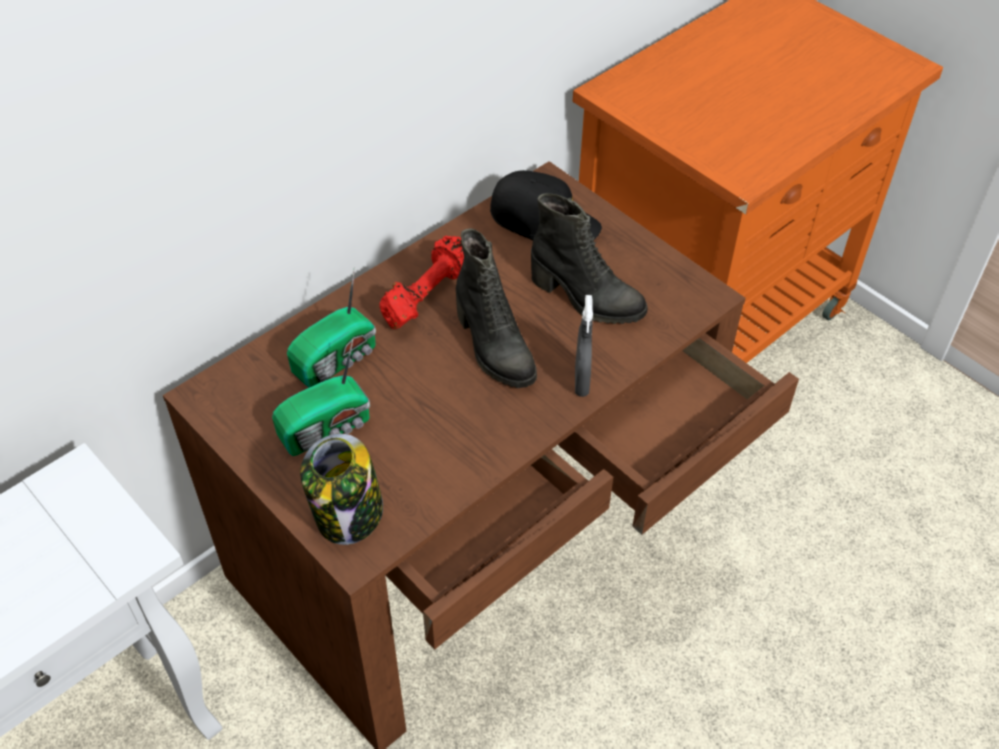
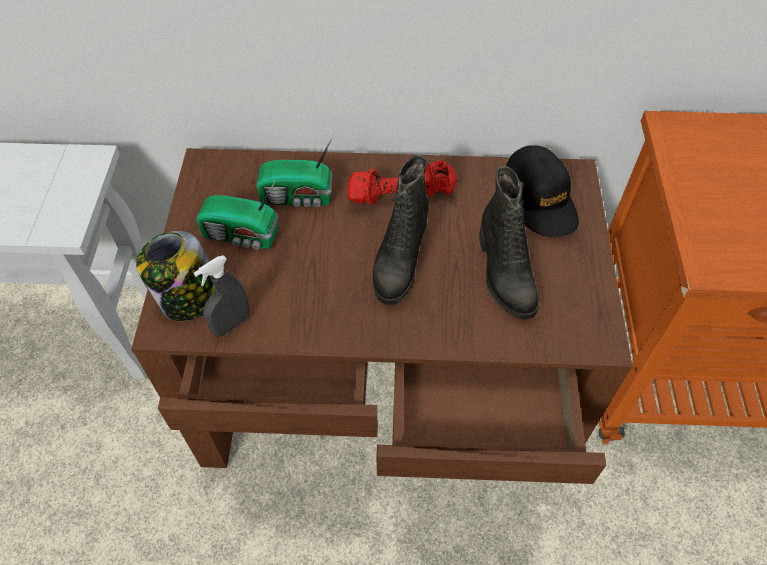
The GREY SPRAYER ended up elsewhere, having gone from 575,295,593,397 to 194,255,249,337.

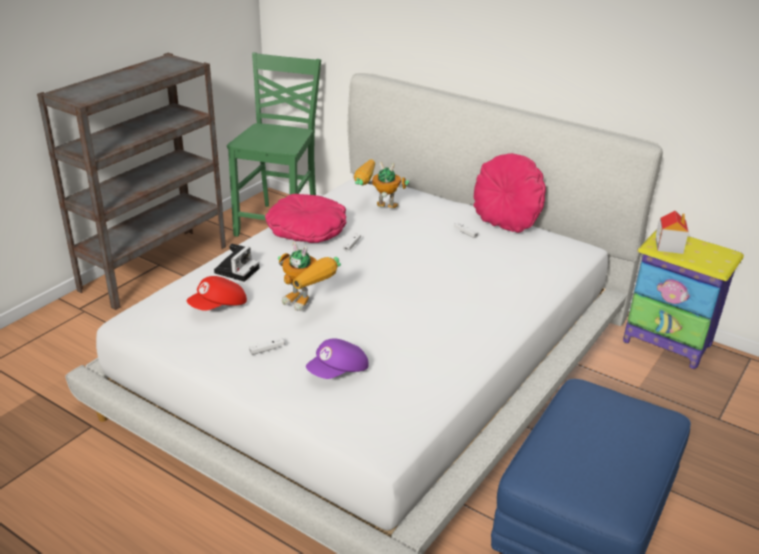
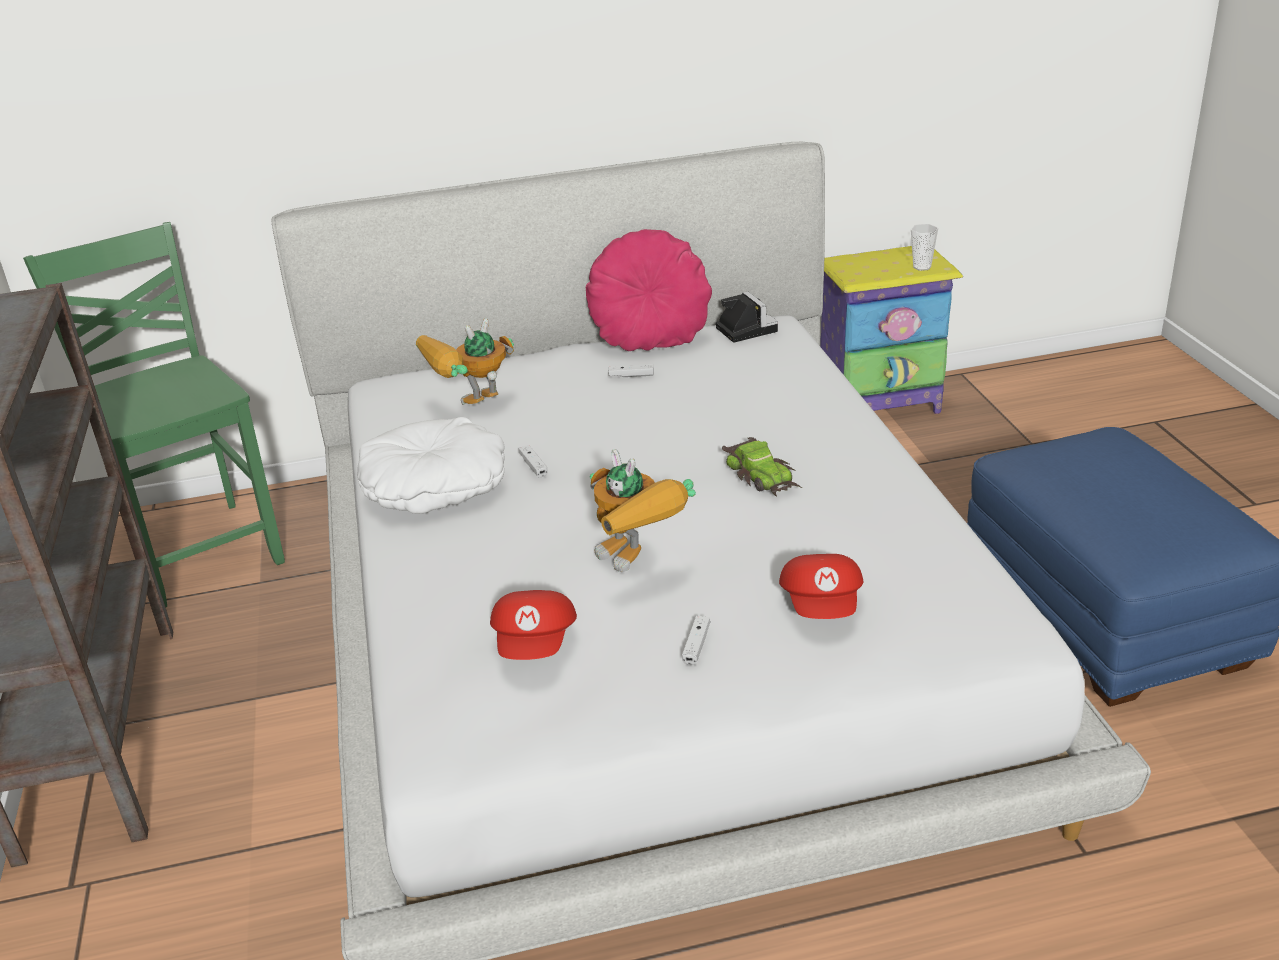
The second view lost the MINIATURE HOUSE at 656,211,689,254. The second view gained the MODEL CAR at 722,437,802,497. The second view gained the CUP at 911,224,938,271. The STILL CAMERA ended up elsewhere, having gone from 214,244,260,282 to 716,291,778,342. What was the PINK-COLOURED PILLOW at 265,194,346,243 turned into the WHITE-COLOURED PILLOW at 357,417,504,514. What was the PURPLE-COLOURED PEAKED CAP at 306,339,369,379 turned into the RED-COLOURED PEAKED CAP at 779,554,863,619. The TOY ROBOT at 278,242,341,311 ended up facing another way, 60 degrees clockwise from before.

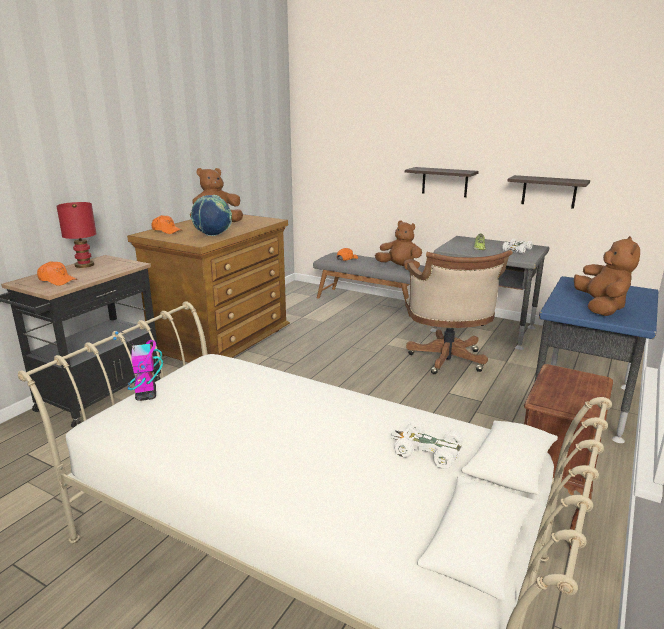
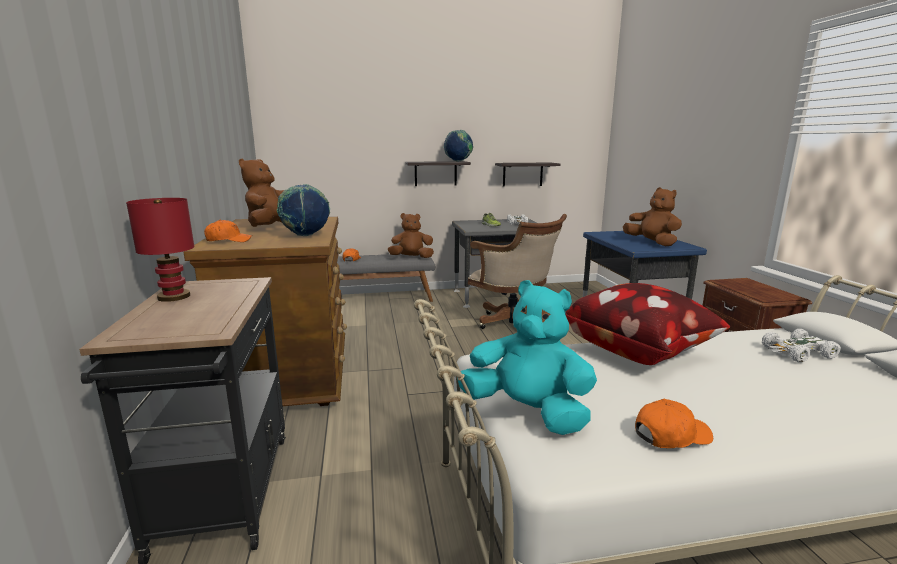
The second view gained the GLOBE at 443,130,473,162. The second view gained the PILLOW at 565,283,730,365. The ORANGE-COLOURED PEAKED CAP ended up elsewhere, having gone from 37,261,77,286 to 635,399,713,448. Where the TOY ROBOT stood at 113,331,163,401, the TURQUOISE-COLOURED CUDDLY TOY came to stand at 457,280,597,435.

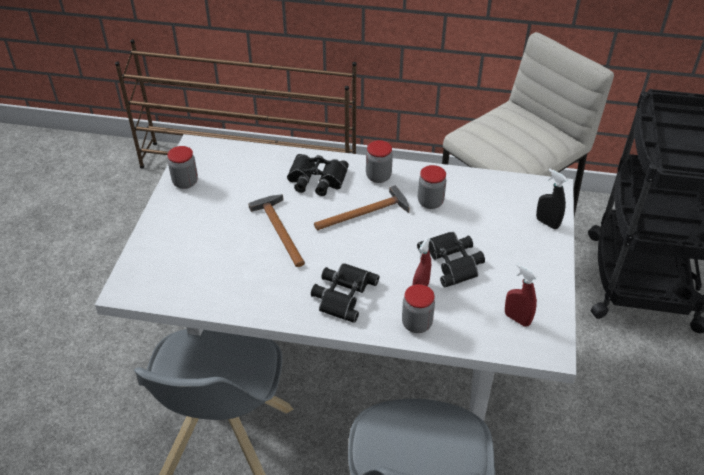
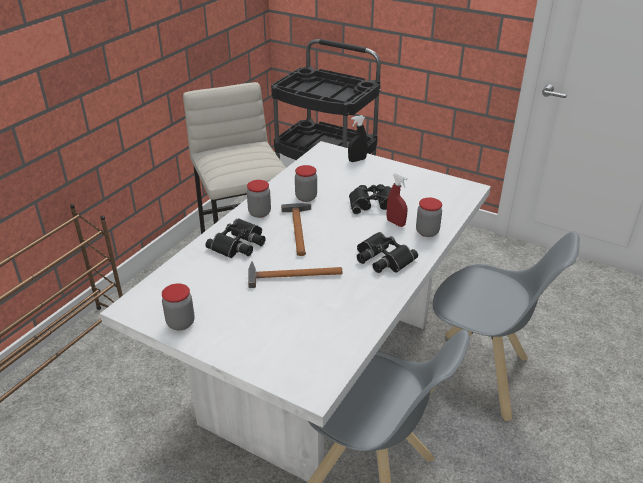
The second view lost the RED-COLOURED SPRAYER at 505,264,538,327.

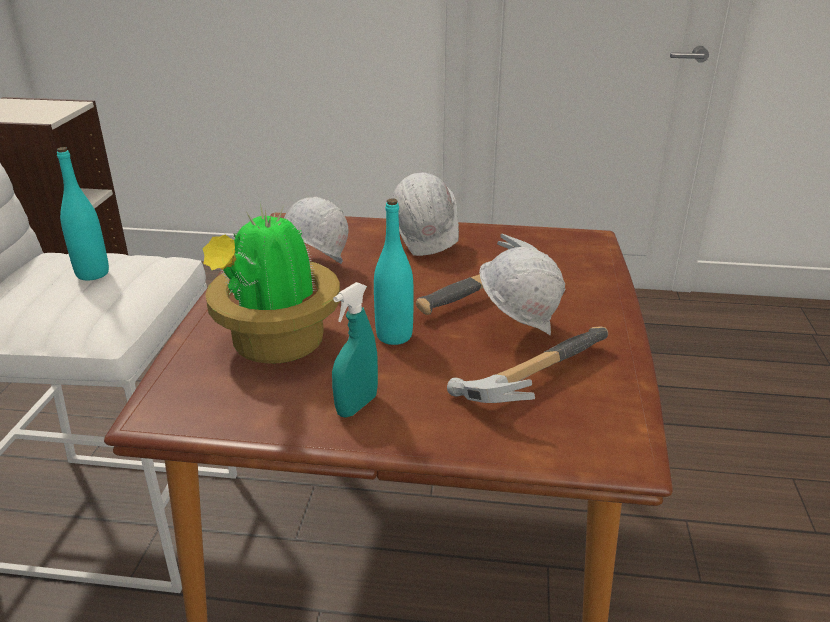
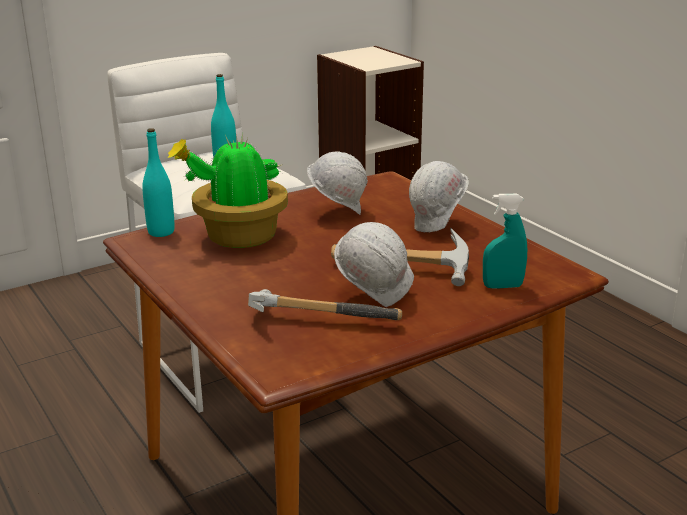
The TURQUOISE-COLOURED SPRAYER ended up elsewhere, having gone from 332,282,378,418 to 483,194,527,289. The TURQUOISE-COLOURED BEVERAGE BOTTLE ended up elsewhere, having gone from 374,198,414,345 to 142,128,175,237.

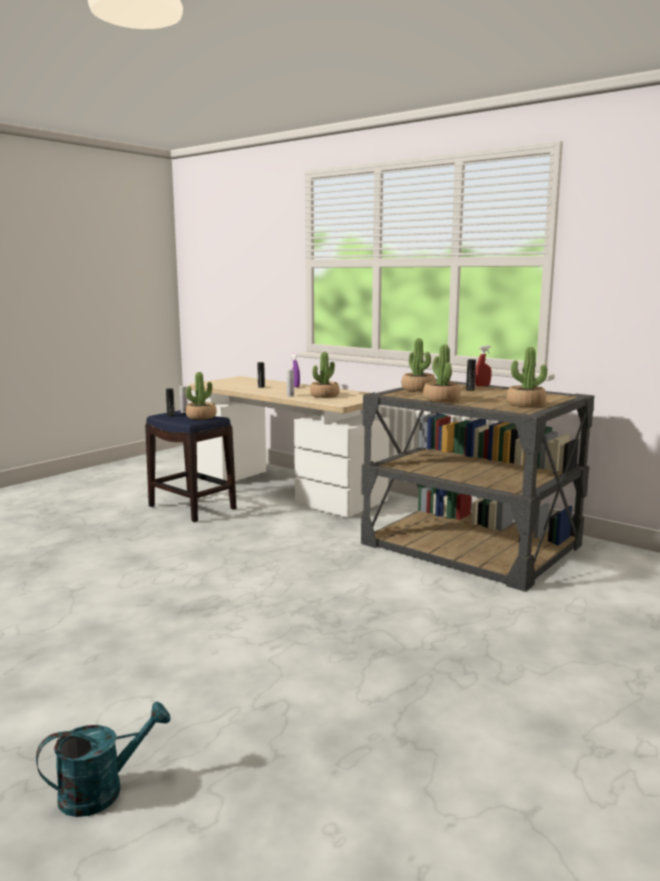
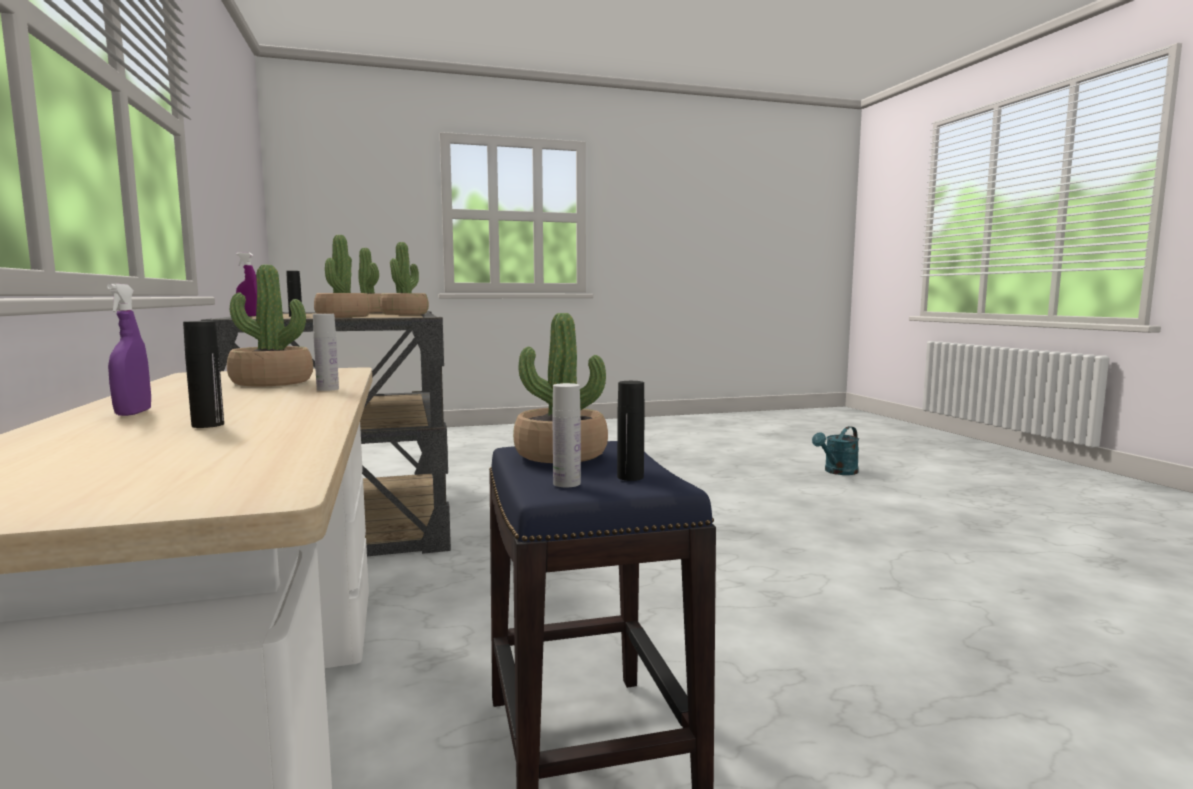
What was the RED-COLOURED SPRAYER at 475,345,492,386 turned into the PURPLE-COLOURED SPRAYER at 236,252,257,316. The TURQUOISE-COLOURED WATERING POT at 36,701,171,817 ended up facing another way, 45 degrees counterclockwise from before.

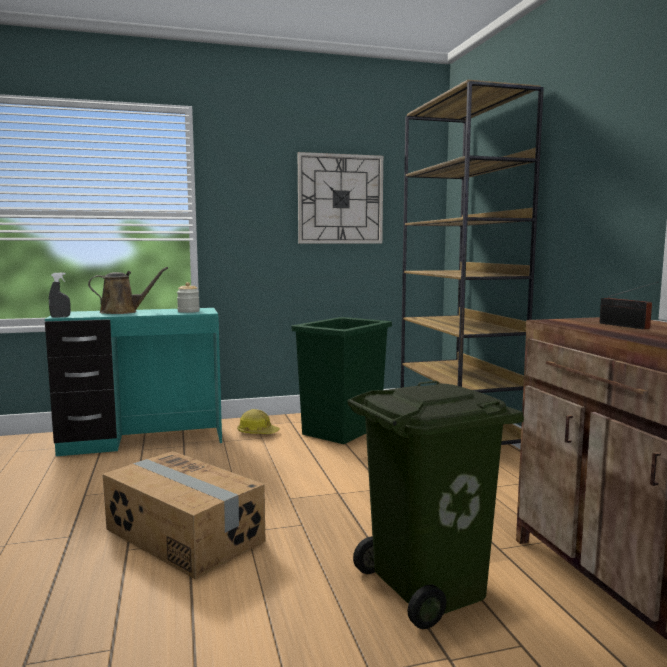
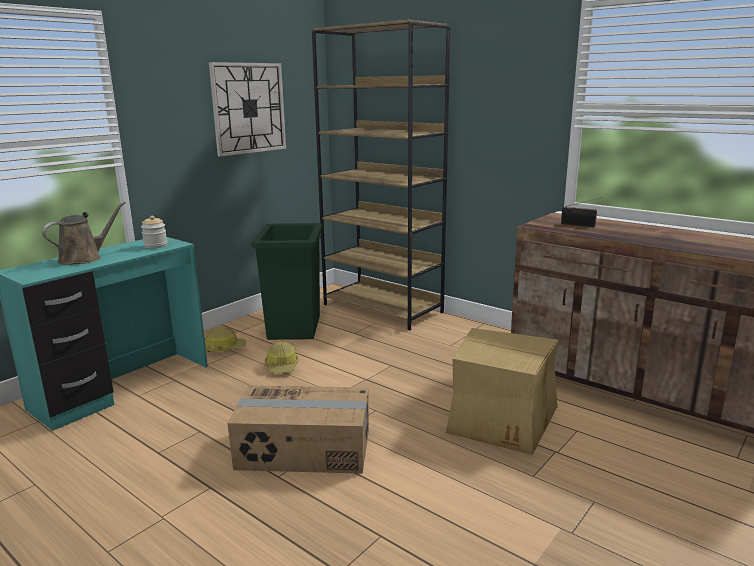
The second view lost the GREY SPRAYER at 49,273,71,318. The second view gained the HARD HAT at 265,342,298,373. Where the GREEN WASTE BIN stood at 347,381,524,629, the PACKING BOX came to stand at 446,328,559,455.

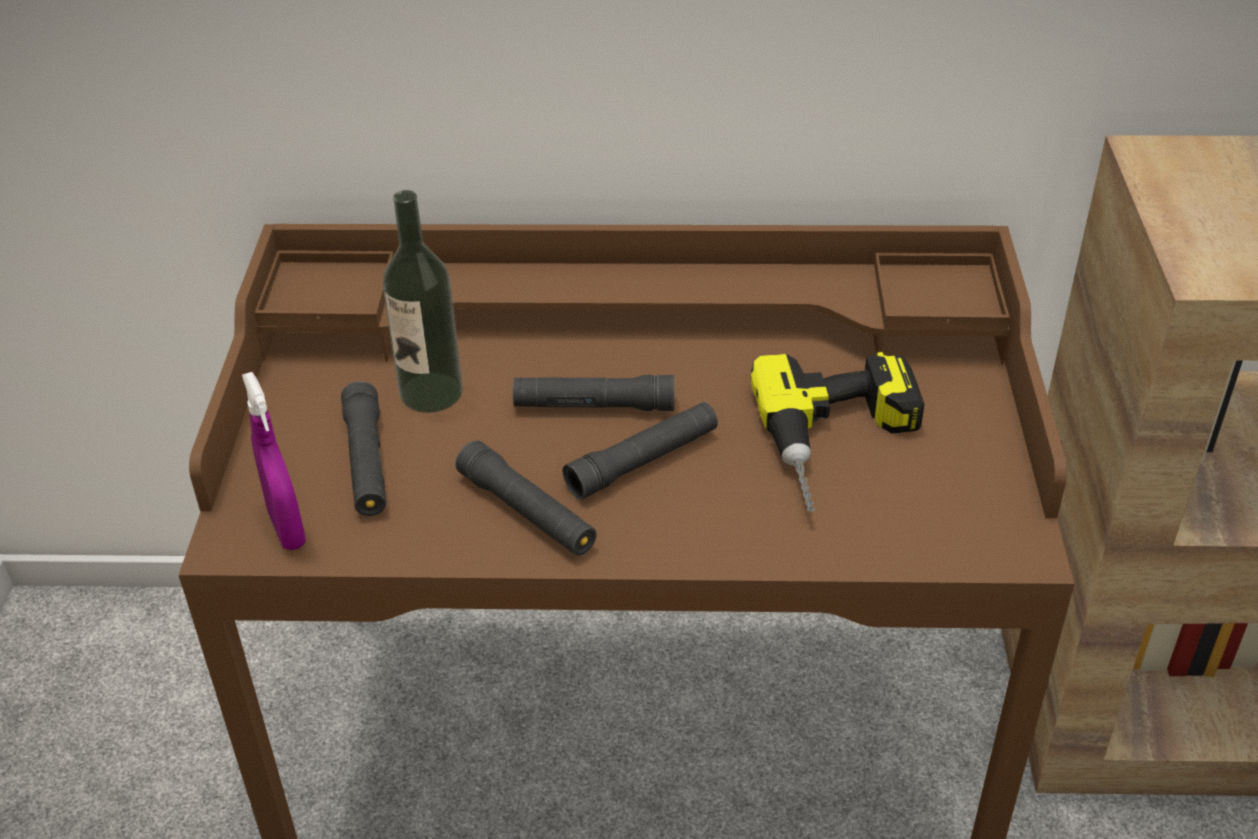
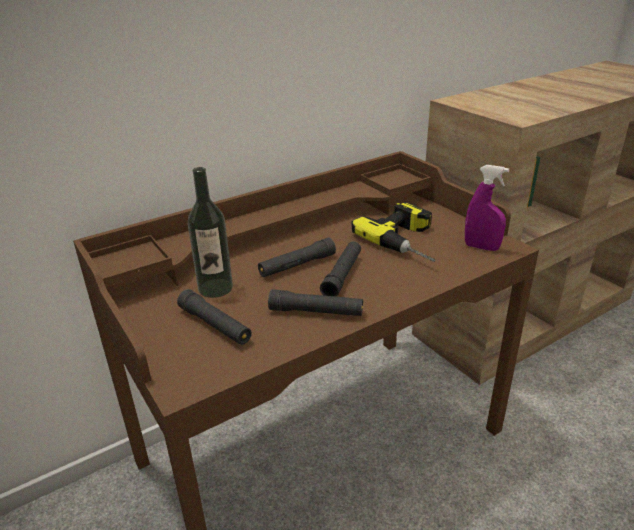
The PURPLE-COLOURED SPRAYER ended up elsewhere, having gone from 242,372,306,550 to 465,165,509,251.

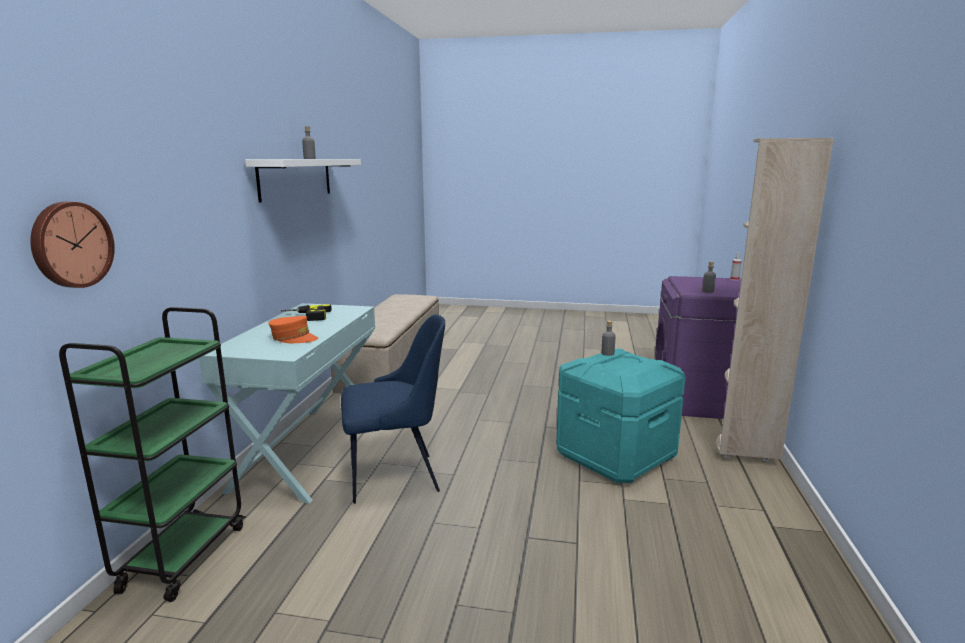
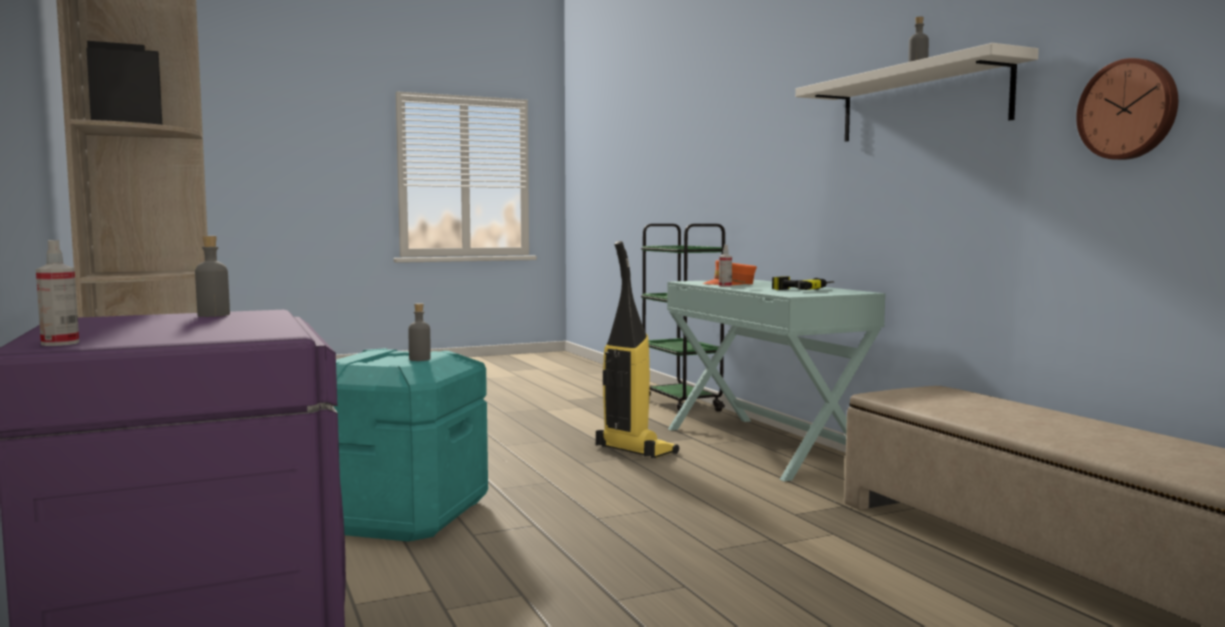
The second view gained the SPRAYER at 719,245,732,287. The HANGING CLOCK ended up elsewhere, having gone from 30,202,115,288 to 1076,58,1178,160. Where the BLUISH UPRIGHT CHAIR stood at 341,315,445,504, the HOOVER came to stand at 596,241,679,458.

